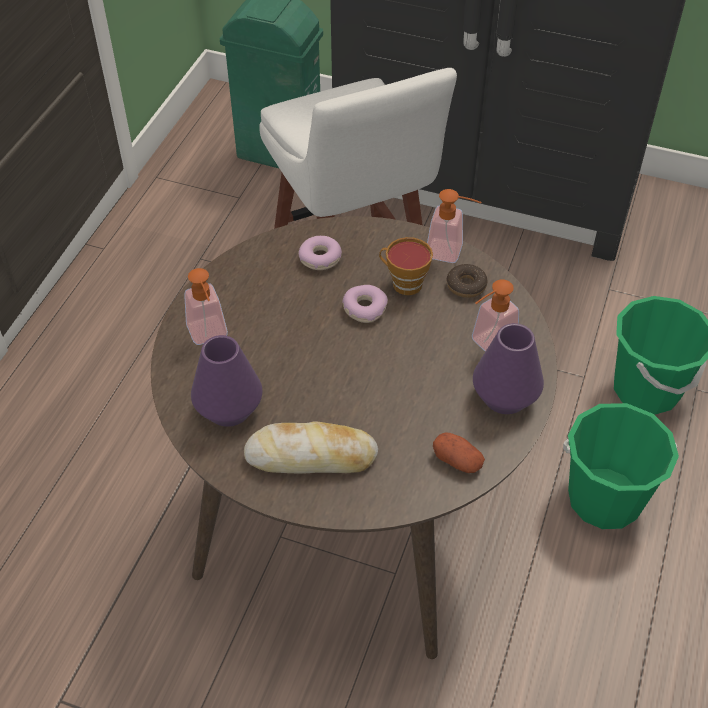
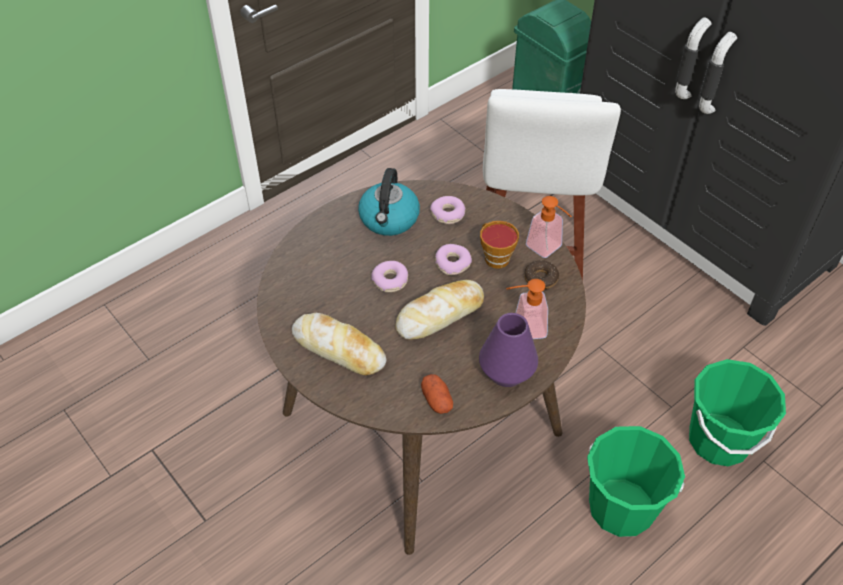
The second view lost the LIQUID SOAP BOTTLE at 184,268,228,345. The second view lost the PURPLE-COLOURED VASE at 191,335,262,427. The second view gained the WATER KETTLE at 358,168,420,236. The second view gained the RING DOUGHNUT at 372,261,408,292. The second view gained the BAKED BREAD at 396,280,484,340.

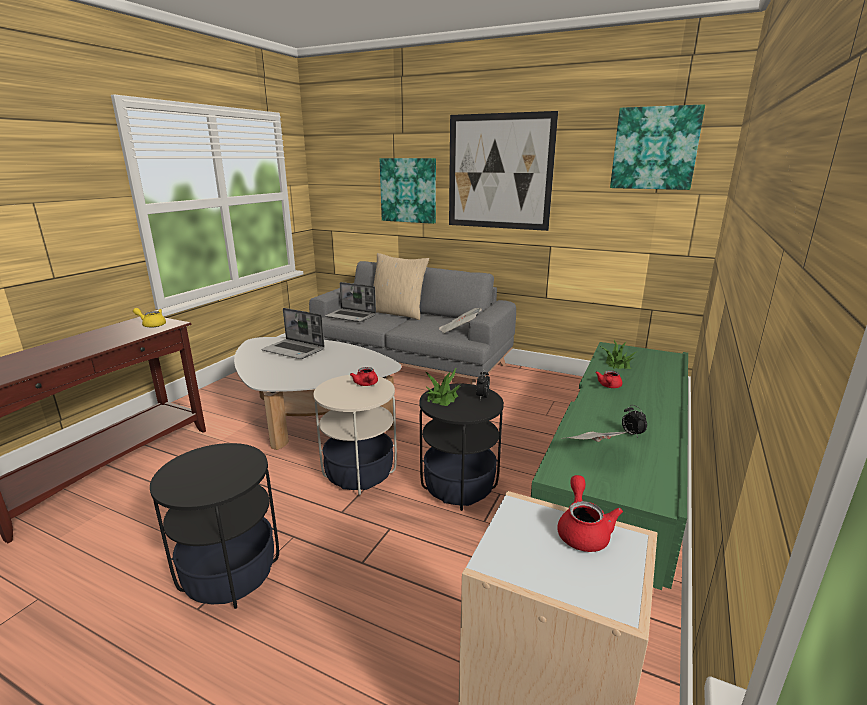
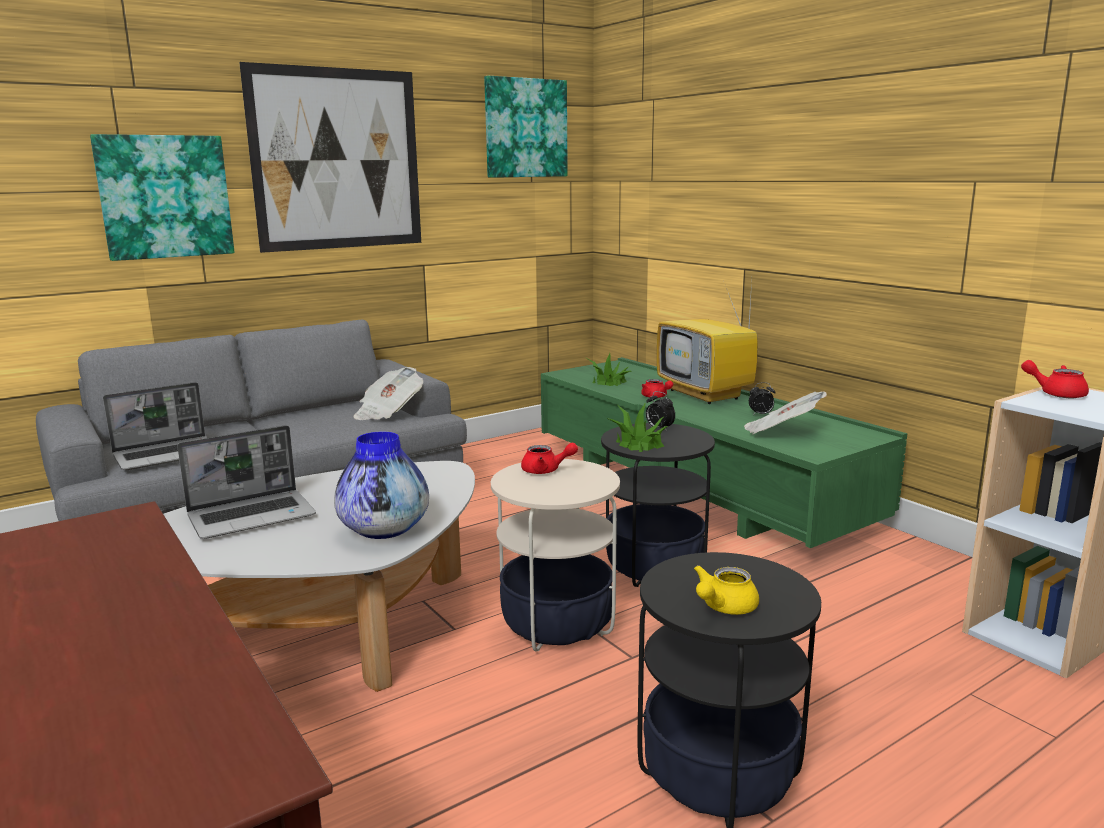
The second view lost the BEIGE-COLOURED PILLOW at 373,253,429,320. The second view gained the VASE at 334,432,429,539. The second view gained the TELEVISION at 657,281,758,404. The YELLOW TEA POT ended up elsewhere, having gone from 133,308,166,328 to 694,565,759,615.

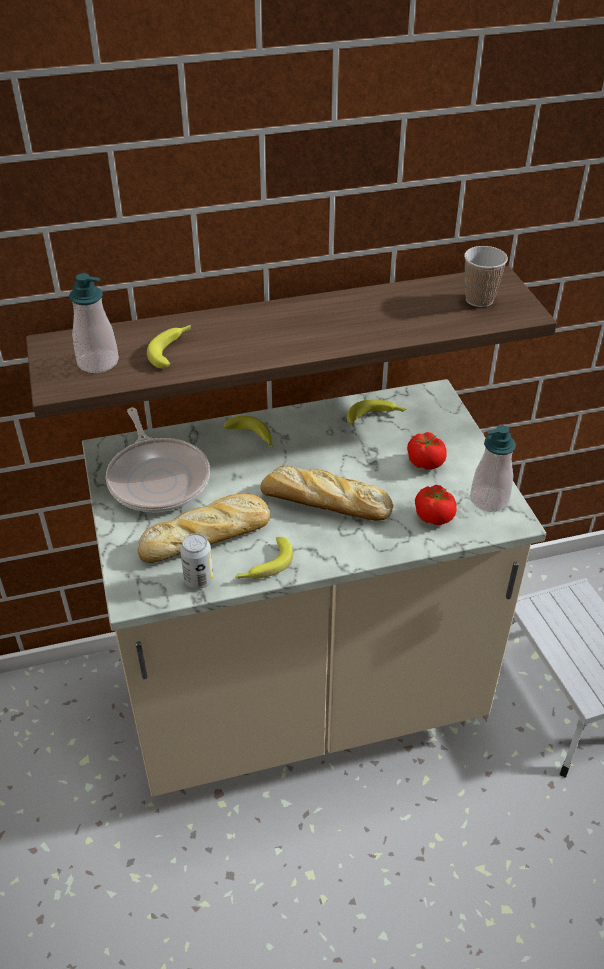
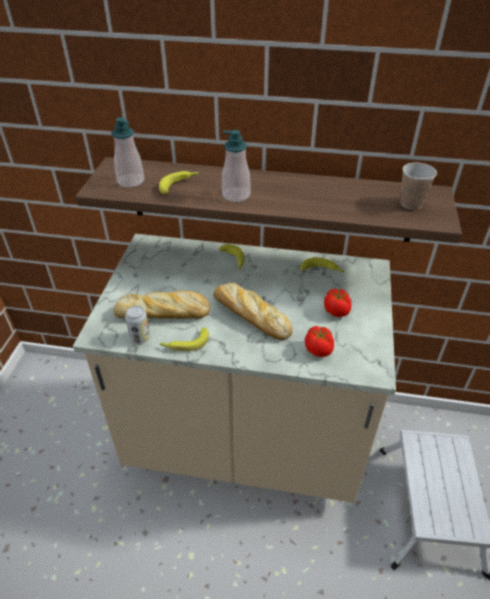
The second view lost the SKILLET at 106,407,210,512. The LIQUID SOAP BOTTLE ended up elsewhere, having gone from 470,425,516,512 to 222,130,251,202.

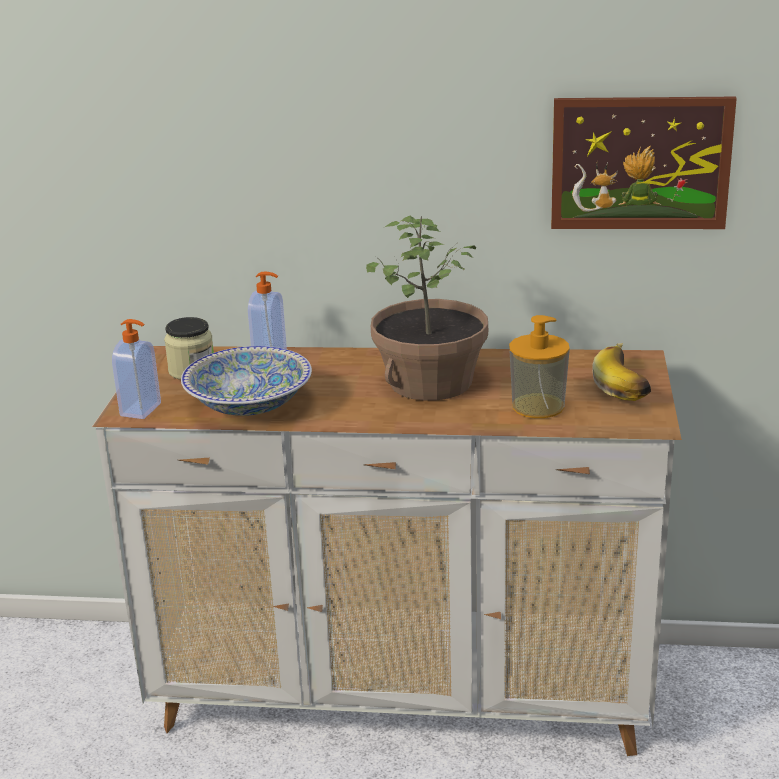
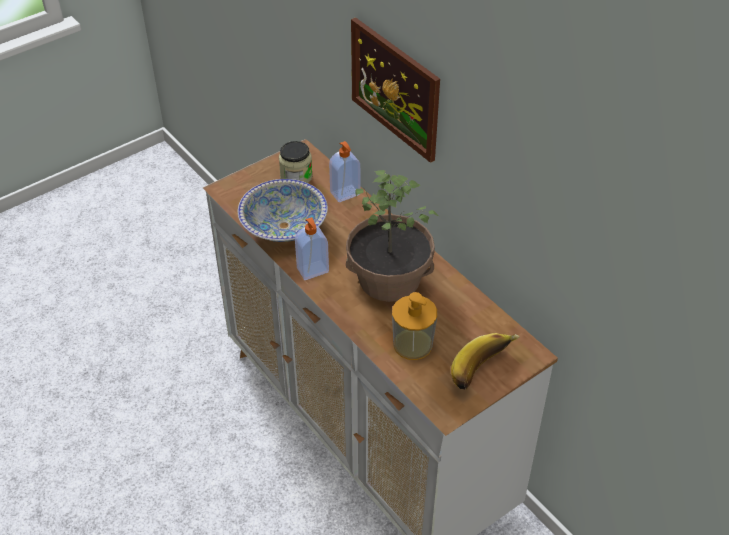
The LIQUID SOAP BOTTLE ended up elsewhere, having gone from 112,319,161,419 to 295,217,329,280. The PICTURE ended up elsewhere, having gone from 551,97,737,229 to 351,17,440,163.

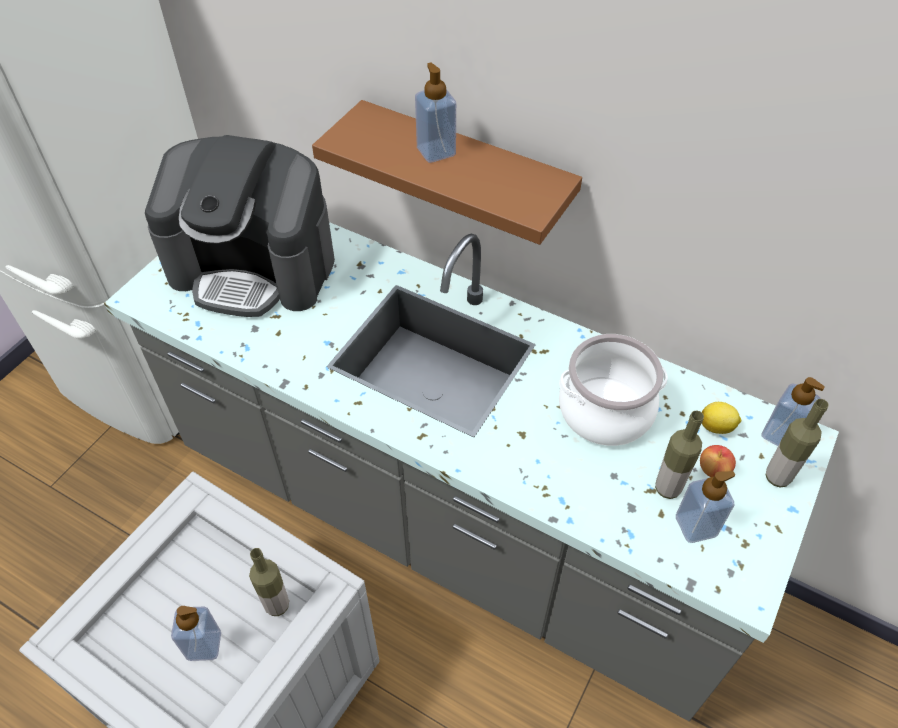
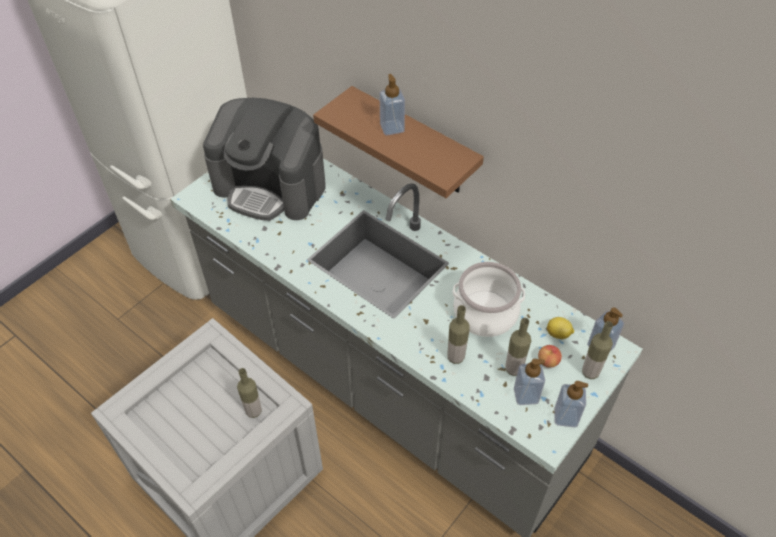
The second view gained the BEVERAGE BOTTLE at 448,305,470,364. The LIQUID SOAP BOTTLE ended up elsewhere, having gone from 171,606,221,661 to 555,381,588,427.

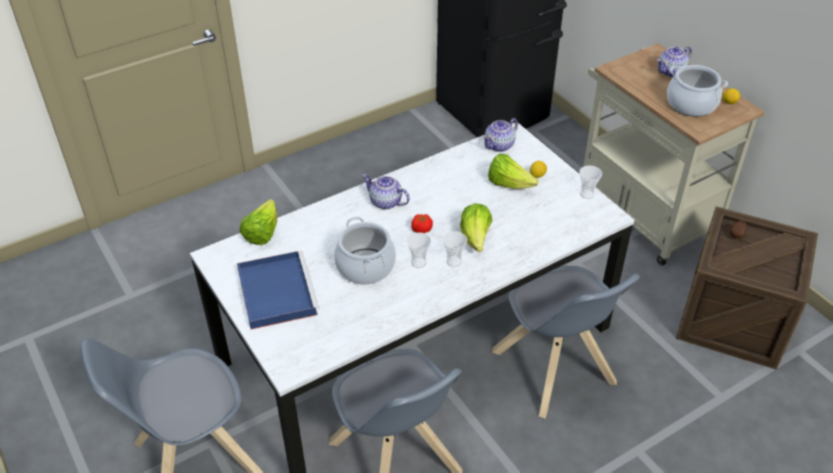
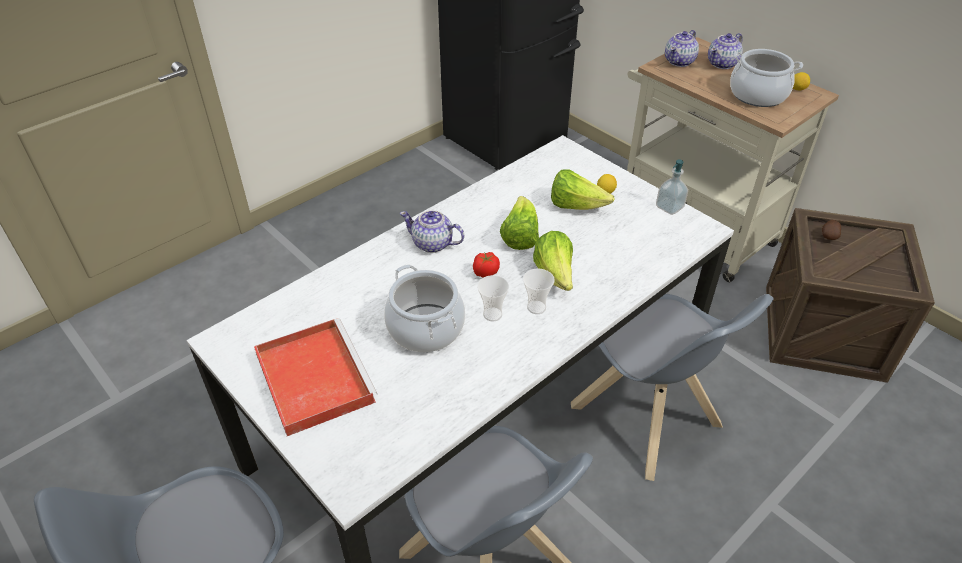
The LETTUCE ended up elsewhere, having gone from 240,199,277,245 to 500,196,539,250. The TEA POT ended up elsewhere, having gone from 482,118,518,152 to 665,30,699,67. Where the CUP stood at 580,165,602,199, the LIQUID SOAP BOTTLE came to stand at 656,159,688,215. What was the BLUISH SERVING TRAY at 237,251,319,329 turned into the RED-COLOURED SERVING TRAY at 254,318,378,436.

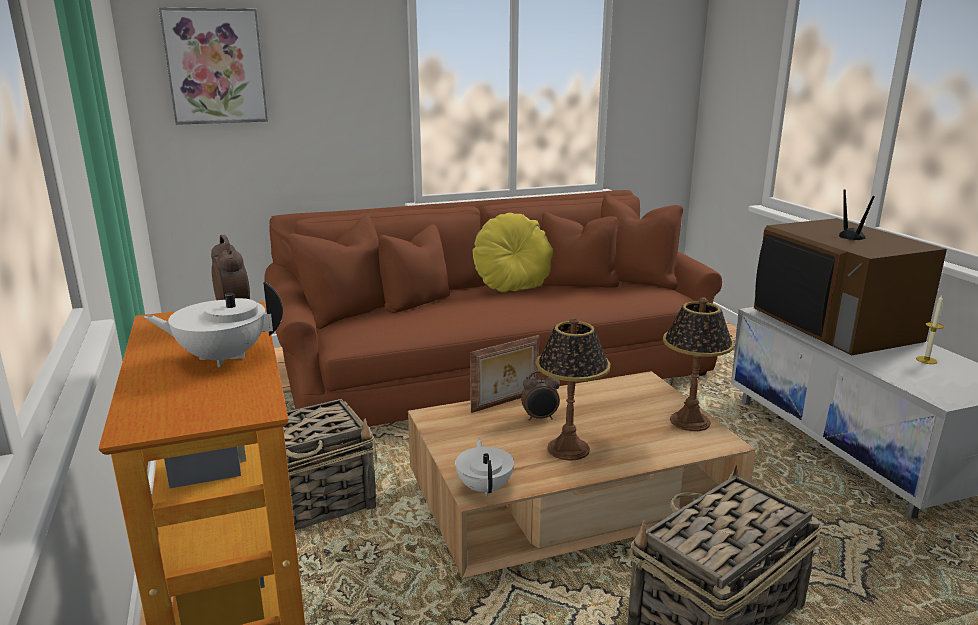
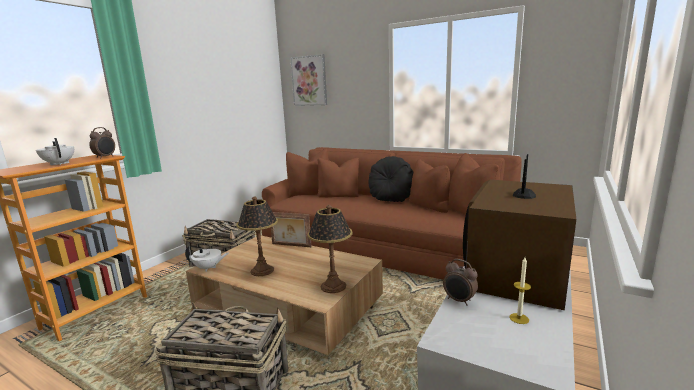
The BEDSIDE CLOCK ended up elsewhere, having gone from 521,370,560,421 to 443,259,478,306. What was the YELLOW PILLOW at 473,213,553,292 turned into the BLACK-COLOURED PILLOW at 368,156,413,202. The WHITE-COLOURED TEA POT at 455,439,514,496 ended up facing another way, 45 degrees clockwise from before.

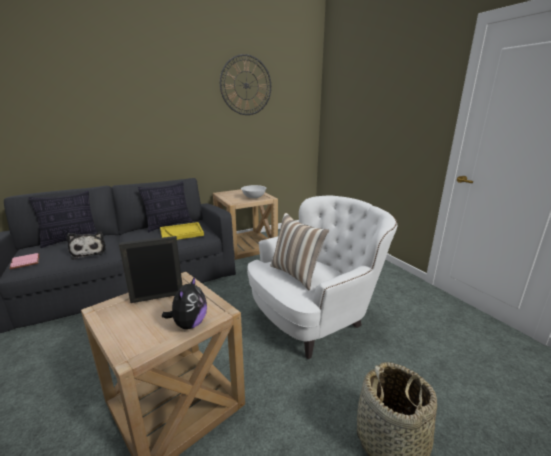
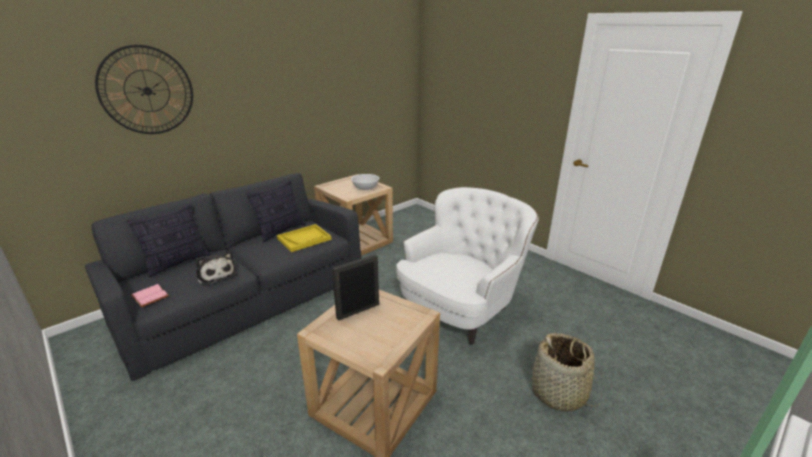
The second view lost the CUDDLY TOY at 162,276,207,329. The second view lost the PILLOW at 270,213,329,290. The HANGING CLOCK ended up elsewhere, having gone from 220,54,271,115 to 95,45,193,134.

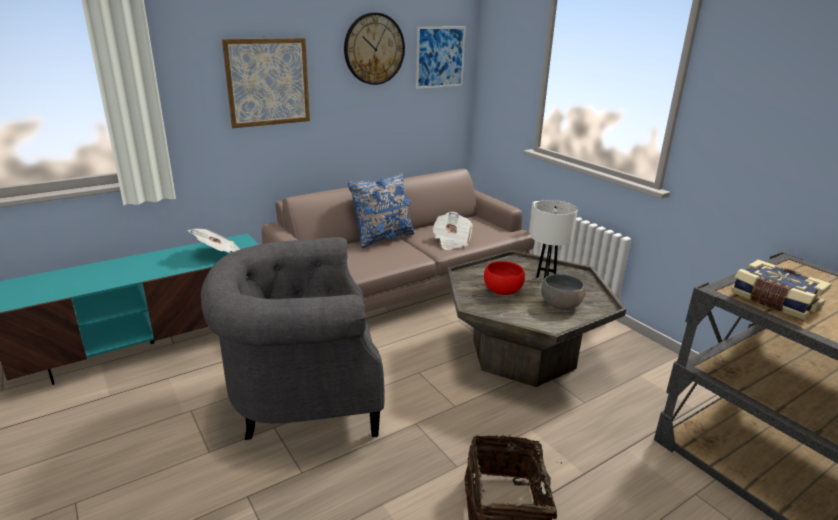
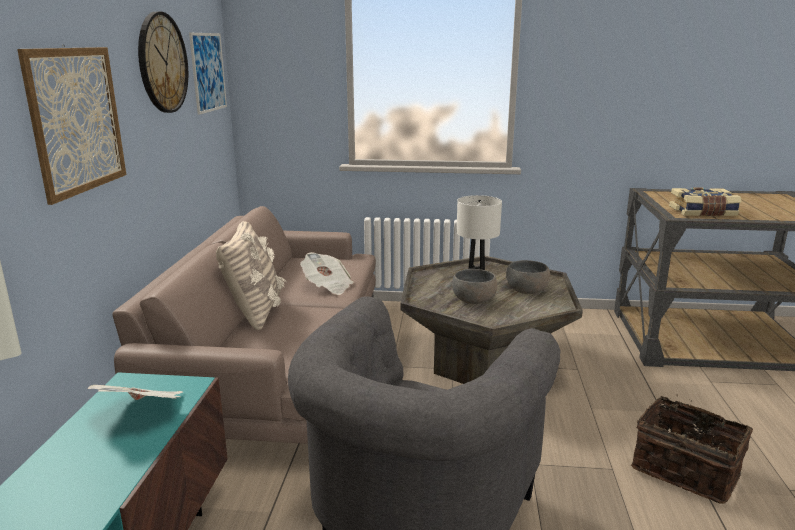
What was the BLUISH PILLOW at 348,172,414,248 turned into the BEIGE-COLOURED PILLOW at 216,221,286,330. What was the RED-COLOURED SERVING BOWL at 484,261,525,295 turned into the GREY SERVING BOWL at 452,269,497,304.

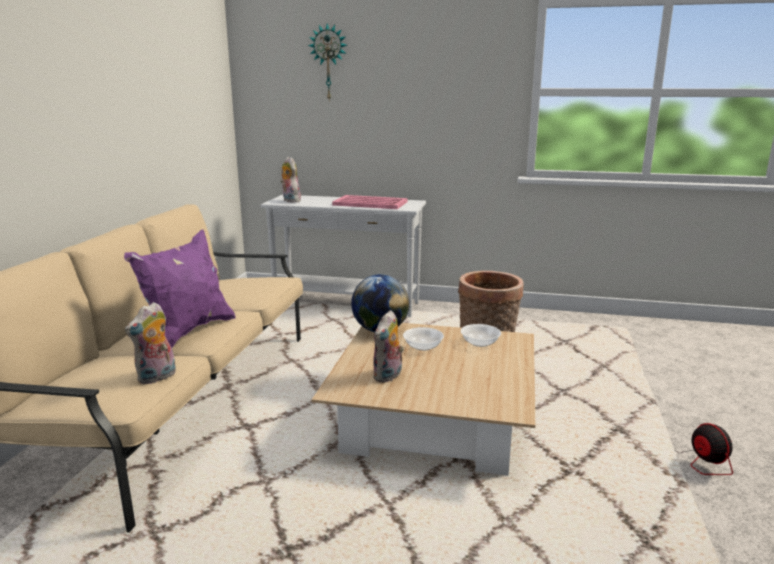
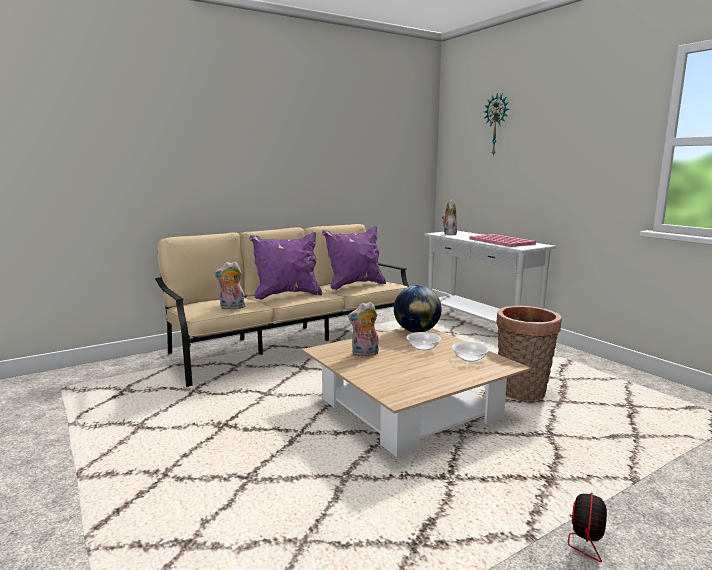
The second view gained the PURPLE-COLOURED PILLOW at 322,227,386,290.

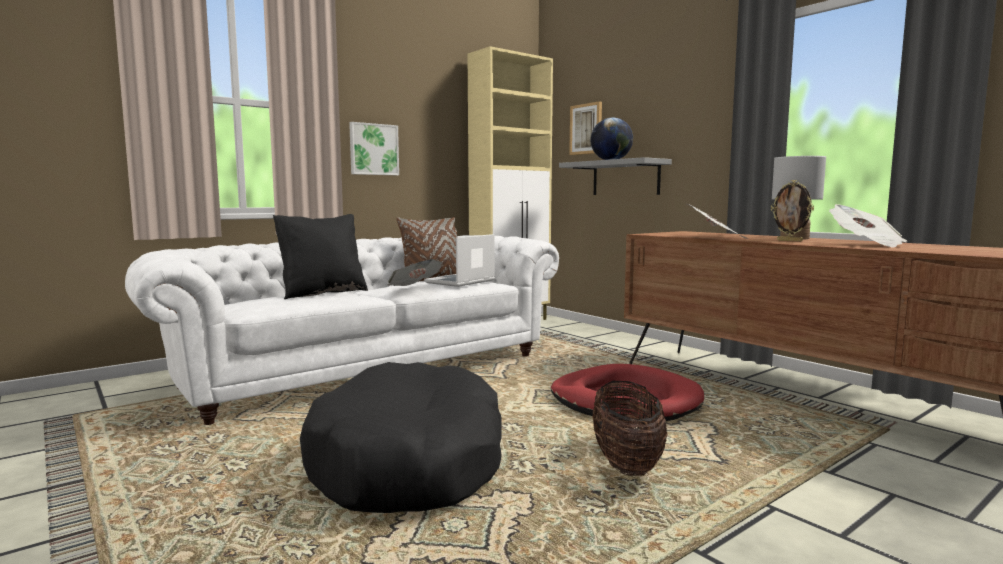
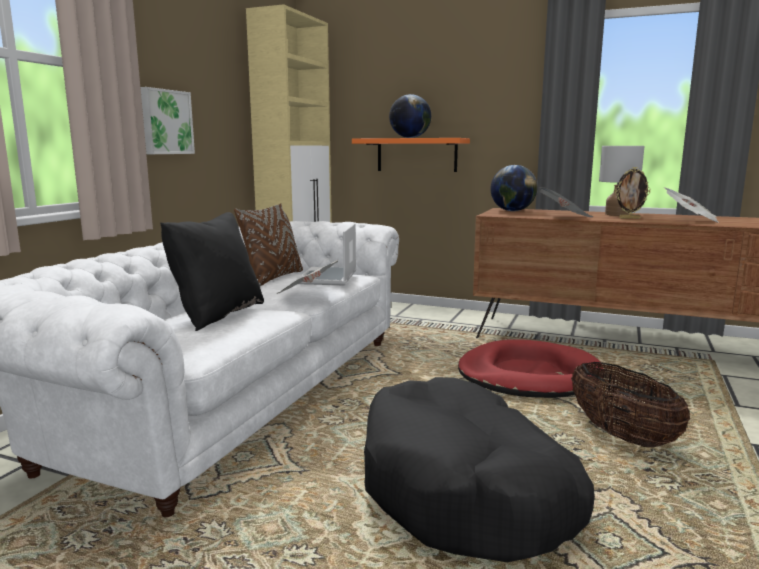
The second view lost the PICTURE at 569,101,602,155. The second view gained the GLOBE at 490,165,537,211. What was the GREY WALL SHELF at 559,157,672,195 turned into the ORANGE-COLOURED WALL SHELF at 352,138,470,172.

